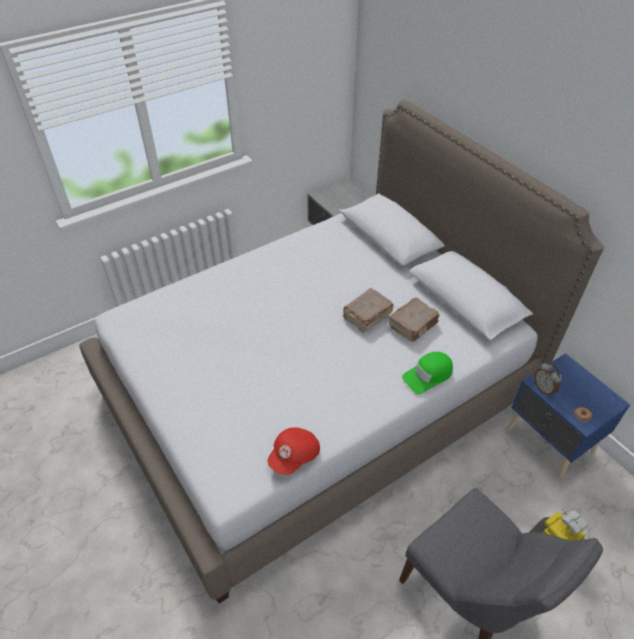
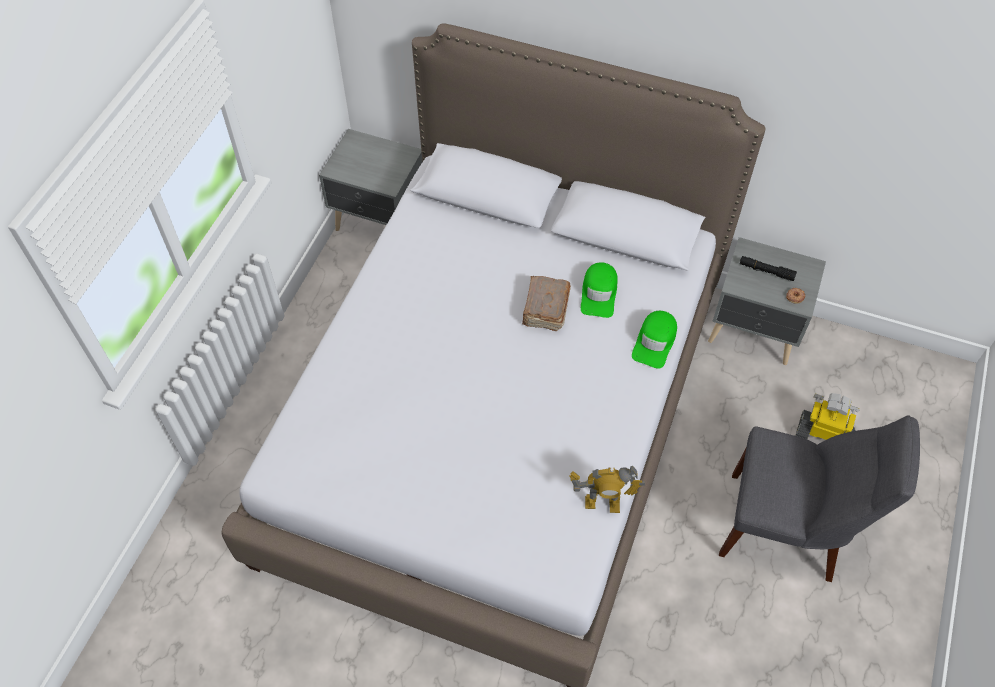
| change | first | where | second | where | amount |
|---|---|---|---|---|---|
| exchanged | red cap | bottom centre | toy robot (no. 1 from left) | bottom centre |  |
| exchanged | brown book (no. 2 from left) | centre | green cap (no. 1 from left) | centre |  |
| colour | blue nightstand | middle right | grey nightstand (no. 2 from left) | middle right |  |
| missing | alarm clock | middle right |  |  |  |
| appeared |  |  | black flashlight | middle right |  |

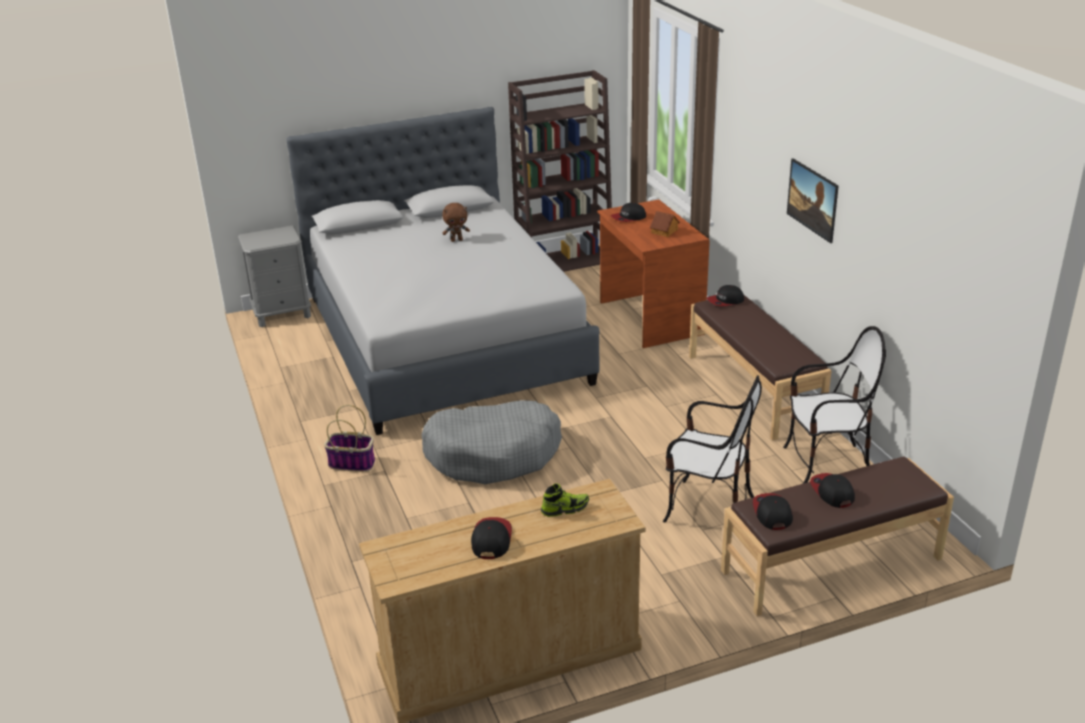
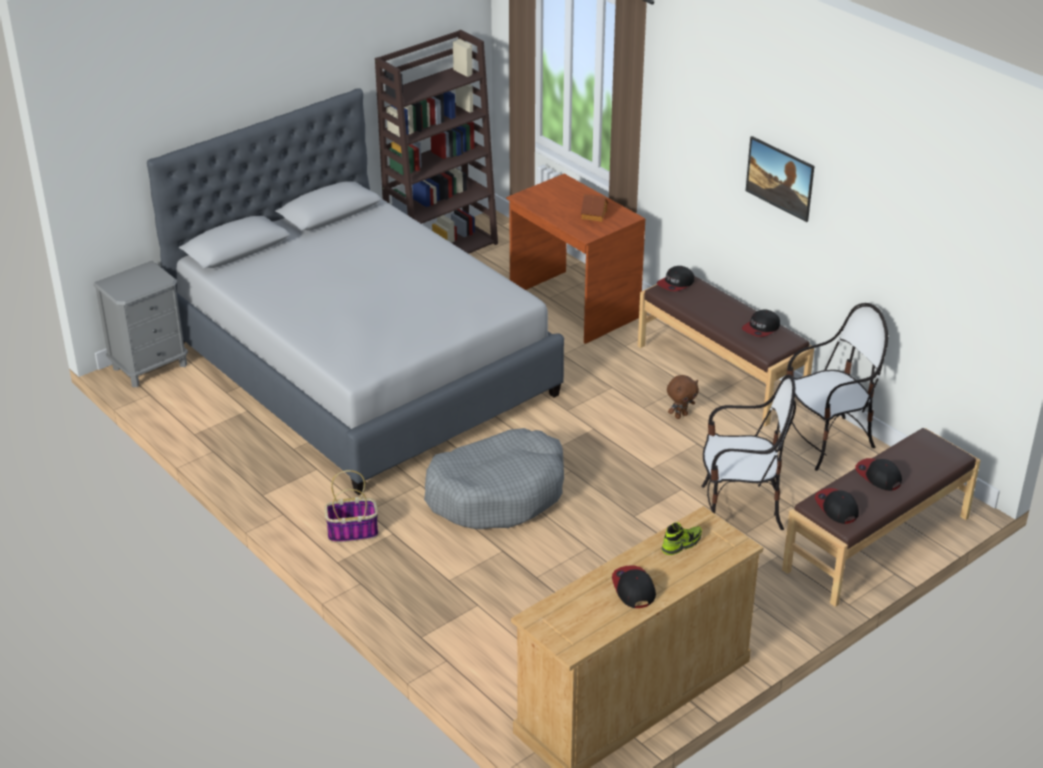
| change | first | where | second | where | amount |
|---|---|---|---|---|---|
| relocated | brown plush toy | top centre |  | centre |  |
| relocated | cap (no. 2 from left in the first image) | top centre | cap (no. 3 from left) | middle right |  |

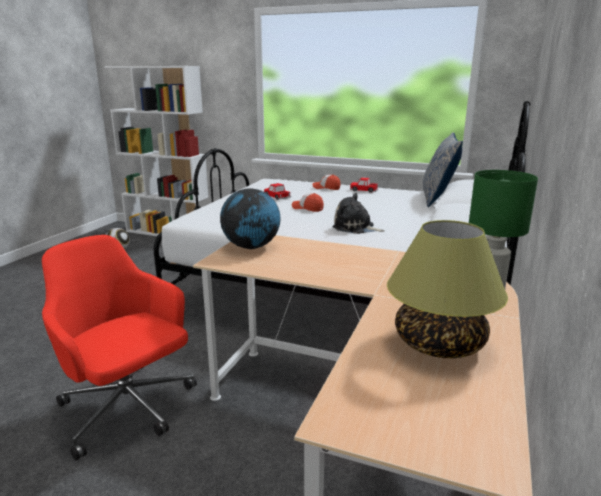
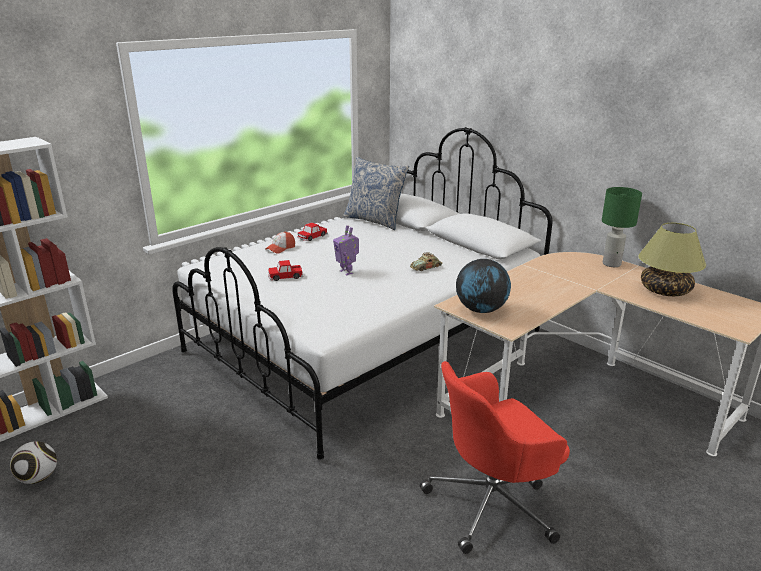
| change | first | where | second | where | amount |
|---|---|---|---|---|---|
| exchanged | cap (no. 1 from left) | centre | toy robot | centre |  |
| exchanged | plush toy | centre | toy car (no. 3 from left) | centre |  |

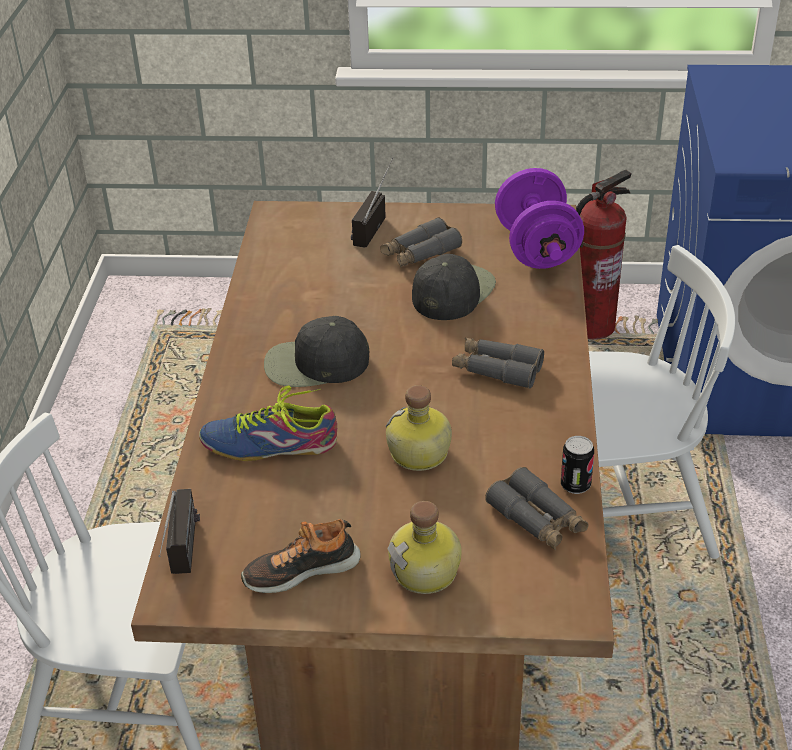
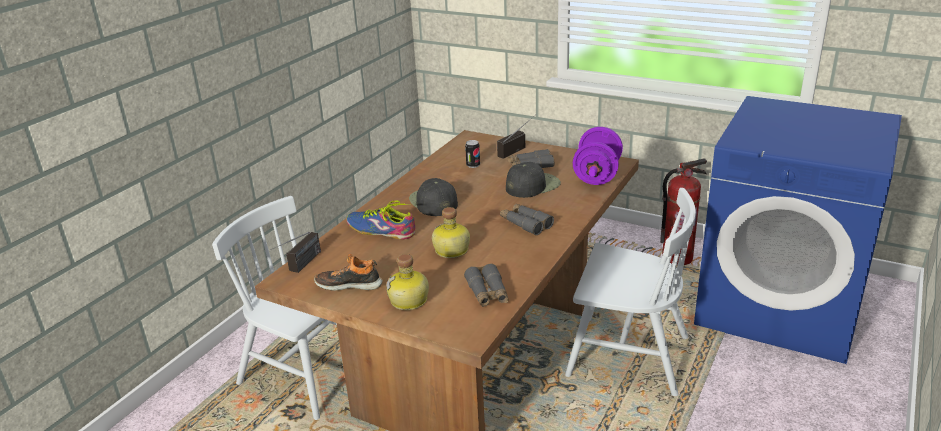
| change | first | where | second | where | amount |
|---|---|---|---|---|---|
| spun | black cap (no. 1 from left) | centre |  | centre | 45 degrees clockwise |
| relocated | can | middle right |  | centre |  |

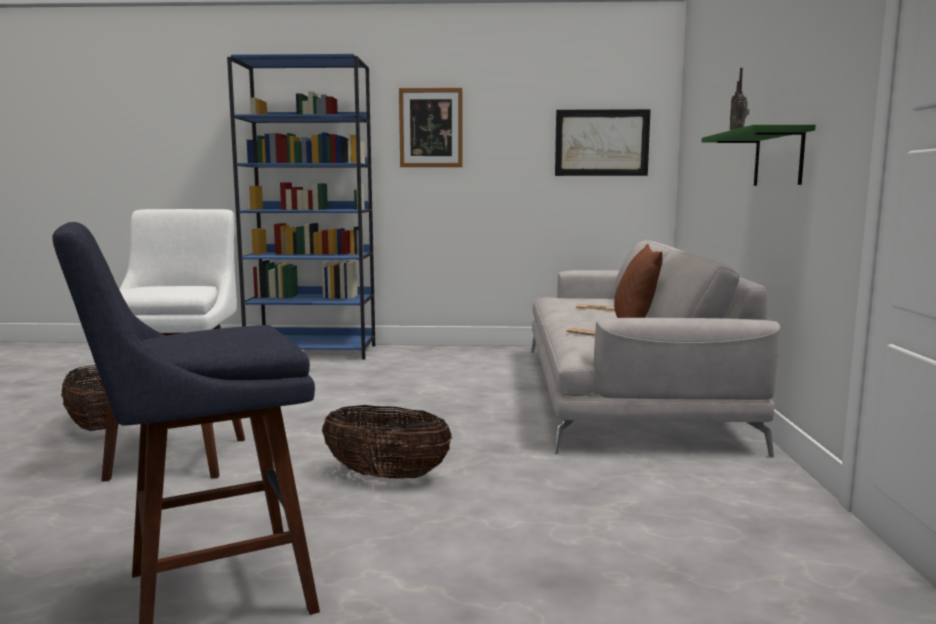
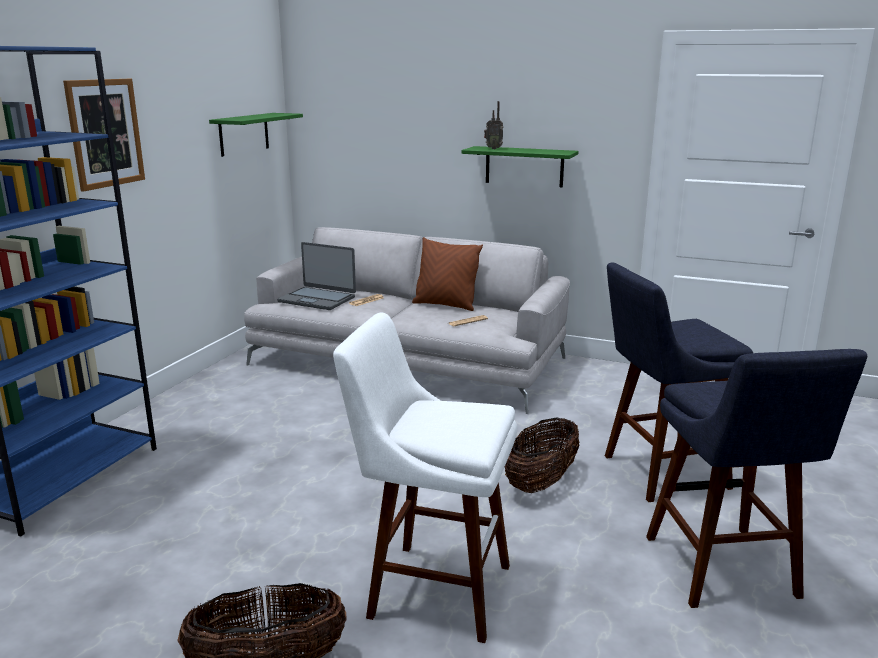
| change | first | where | second | where | amount |
|---|---|---|---|---|---|
| exchanged | picture (no. 2 from left) | top centre | green shelf (no. 1 from left) | top left |  |
| appeared |  |  | laptop | centre |  |
| appeared |  |  | blue stool (no. 1 from left) | middle right |  |

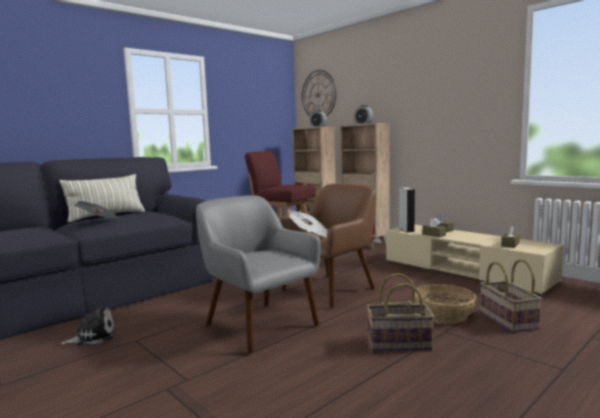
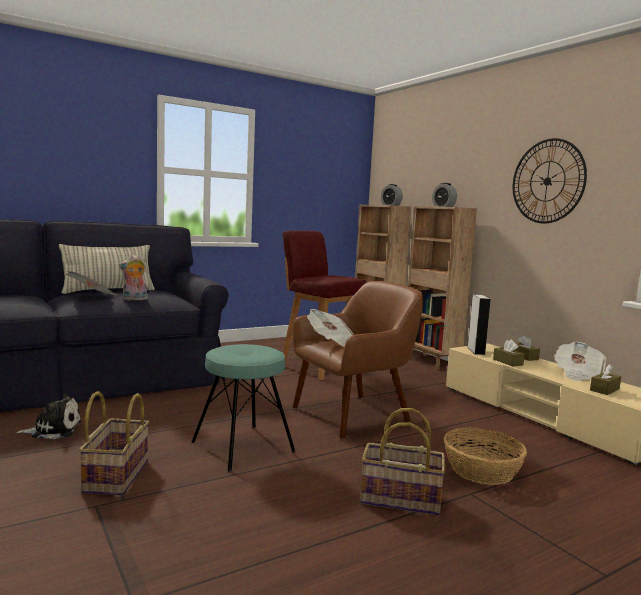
| change | first | where | second | where | amount |
|---|---|---|---|---|---|
| exchanged | grey armchair | centre | turquoise stool | bottom centre |  |
| relocated | wall clock | top centre |  | top right |  |
| relocated | basket (no. 3 from left in the first image) | bottom right | basket (no. 1 from left) | bottom left |  |
| appeared |  |  | plush toy (no. 2 from left) | middle left |  |
| appeared |  |  | newspaper (no. 3 from left) | middle right |  |

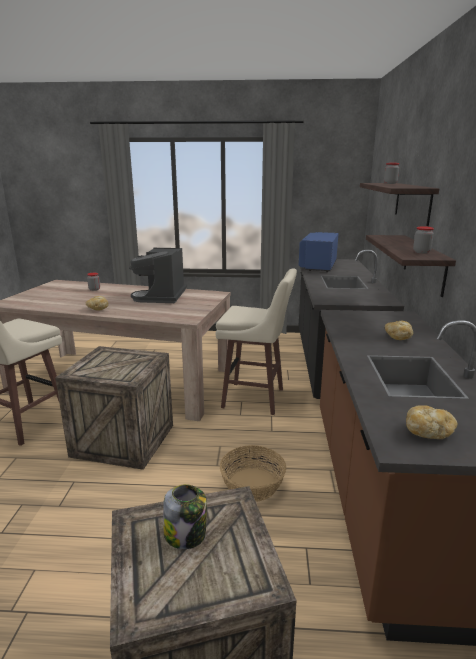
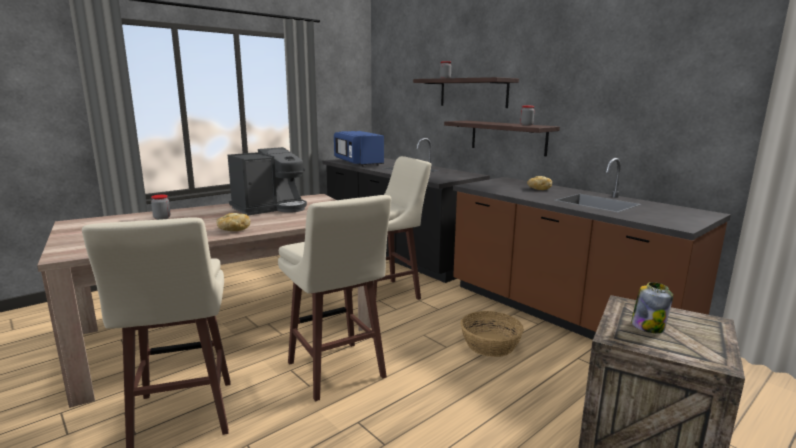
| change | first | where | second | where | amount |
|---|---|---|---|---|---|
| exchanged | crate (no. 1 from left) | middle left | beige stool (no. 2 from left) | centre |  |
| spun | coffee machine | middle left |  | centre | 90 degrees counterclockwise |
| missing | bread (no. 3 from left) | middle right |  |  |  |

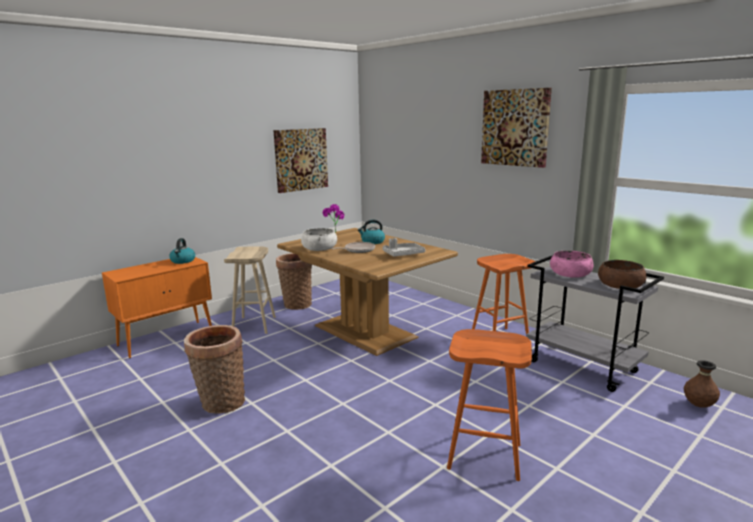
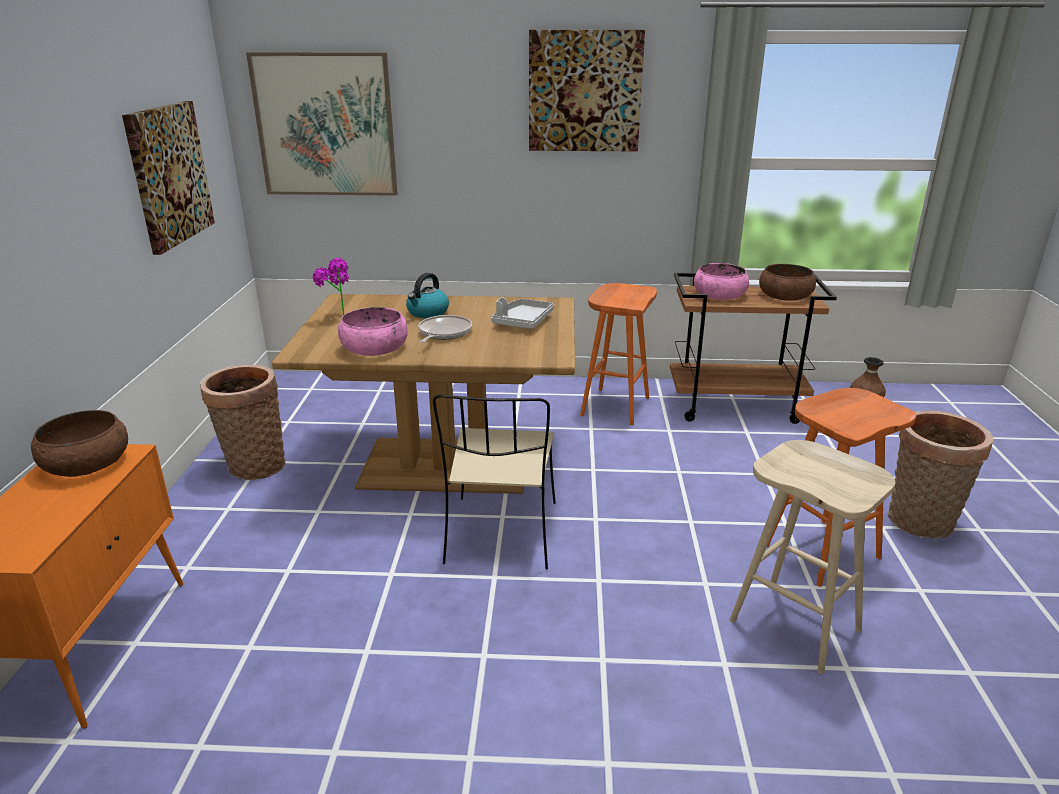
| change | first | where | second | where | amount |
|---|---|---|---|---|---|
| exchanged | kettle (no. 1 from left) | middle left | brown bowl (no. 1 from left) | middle left |  |
| relocated | basket (no. 1 from left in the first image) | bottom left | basket (no. 2 from left) | middle right |  |
| relocated | beige stool | middle left |  | bottom right |  |
| colour | white bowl | centre | pink bowl (no. 1 from left) | centre |  |
| colour | grey cart | middle right | brown cart | middle right |  |
| appeared |  |  | picture (no. 2 from left) | top left |  |
| appeared |  |  | beige chair | centre |  |

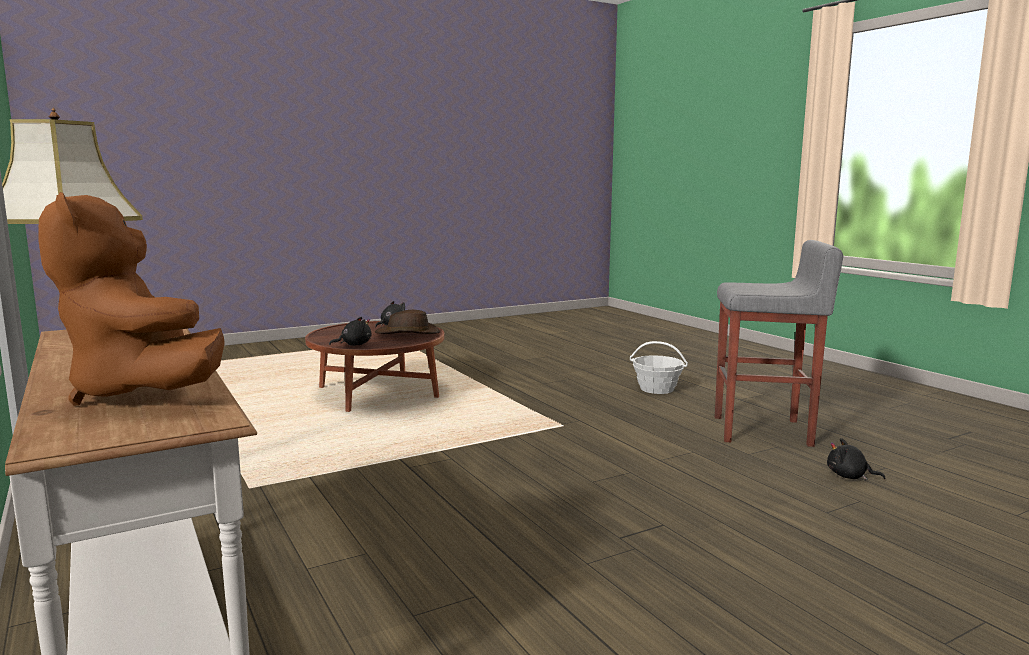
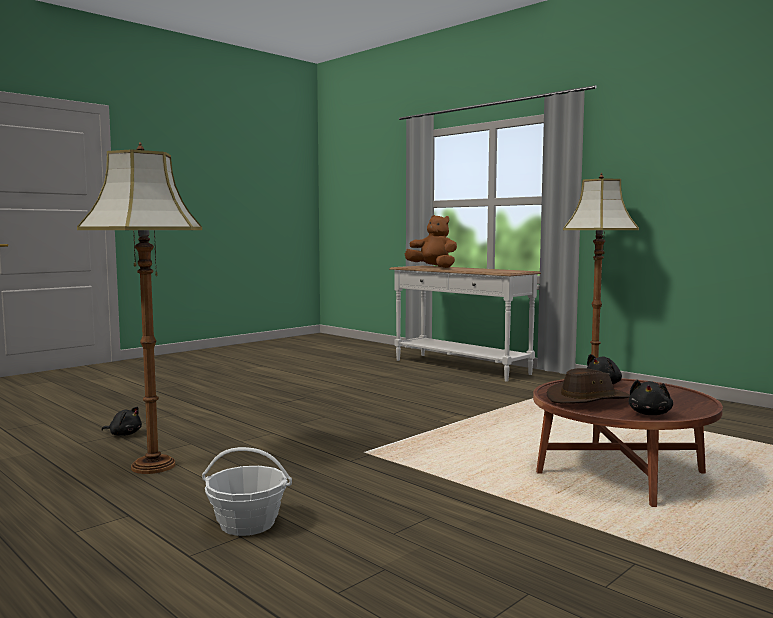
| change | first | where | second | where | amount |
|---|---|---|---|---|---|
| exchanged | grey stool | middle right | floor lamp (no. 1 from left) | middle left |  |

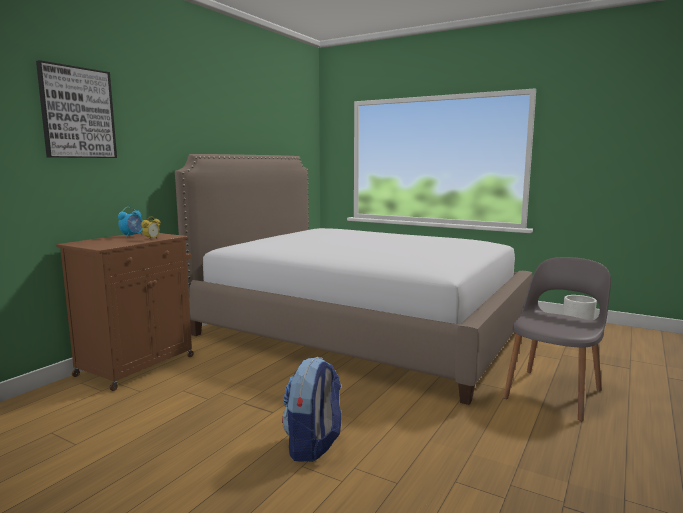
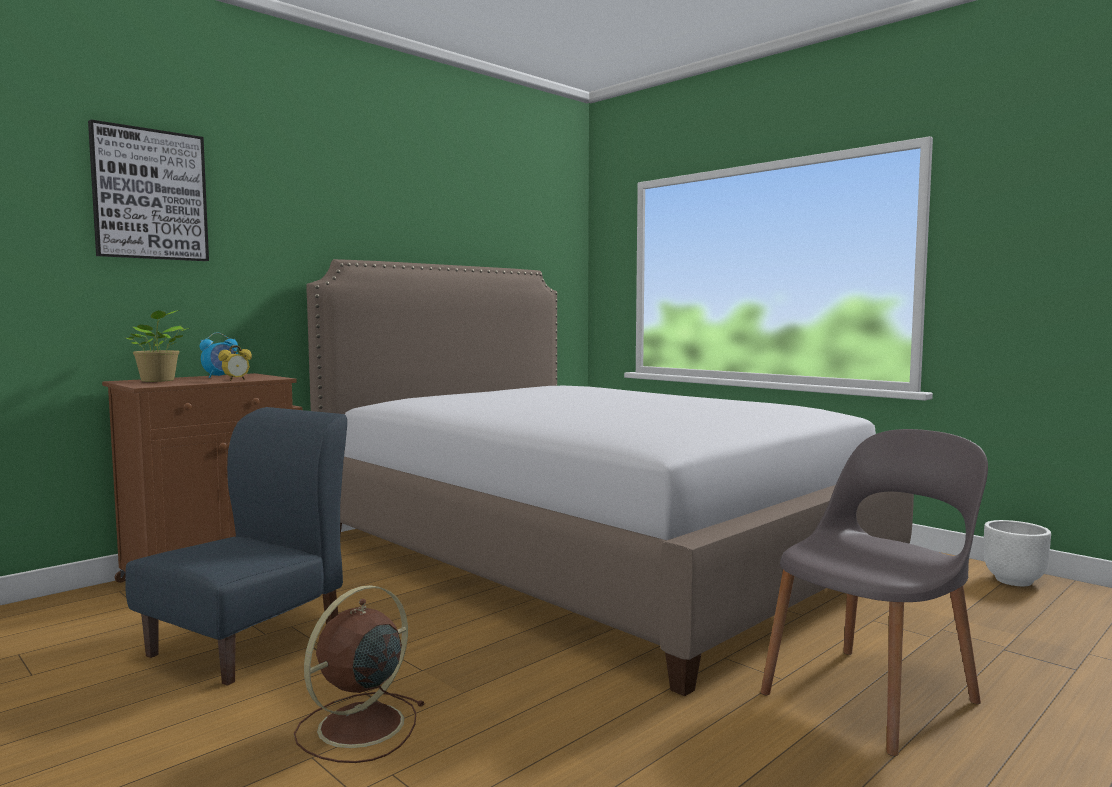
| change | first | where | second | where | amount |
|---|---|---|---|---|---|
| exchanged | backpack | bottom centre | brown fan | bottom left |  |
| appeared |  |  | blue chair | bottom left |  |
| appeared |  |  | potted plant | middle left |  |

